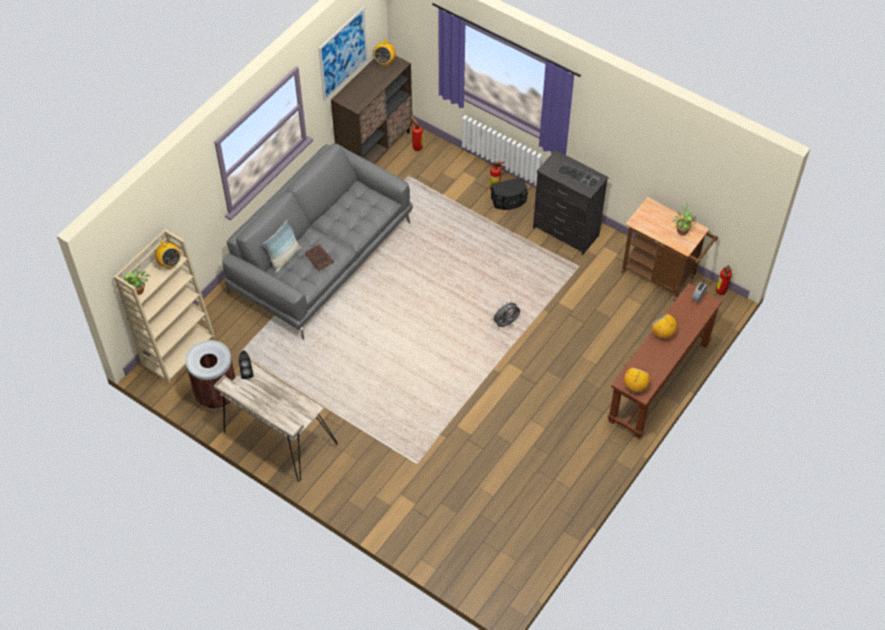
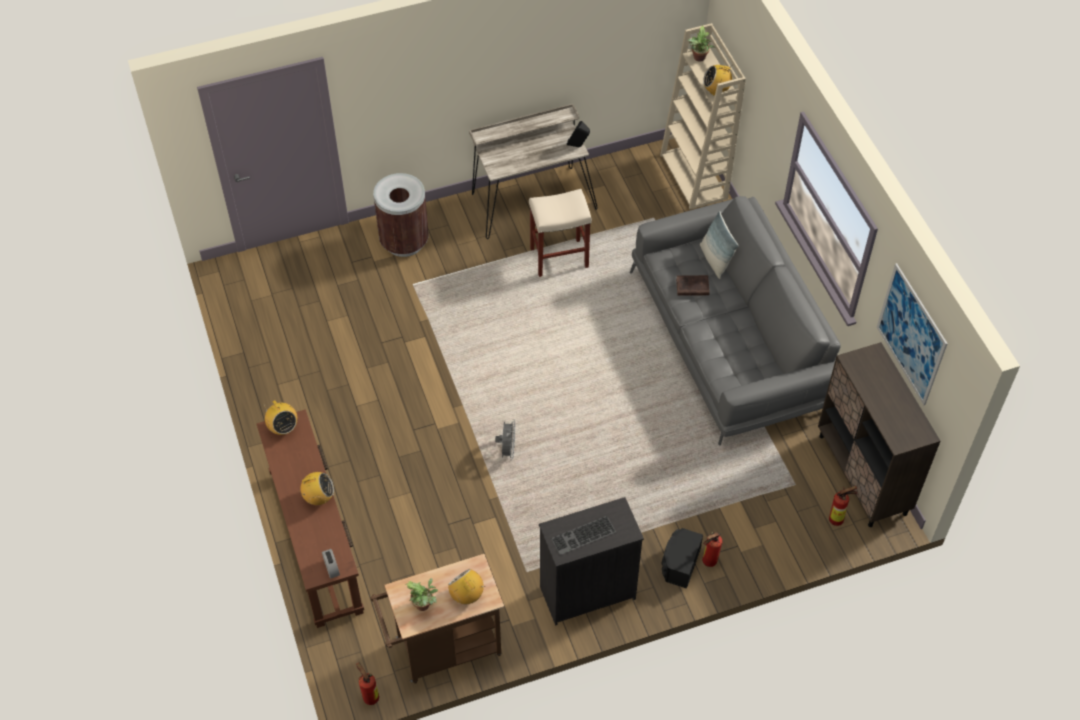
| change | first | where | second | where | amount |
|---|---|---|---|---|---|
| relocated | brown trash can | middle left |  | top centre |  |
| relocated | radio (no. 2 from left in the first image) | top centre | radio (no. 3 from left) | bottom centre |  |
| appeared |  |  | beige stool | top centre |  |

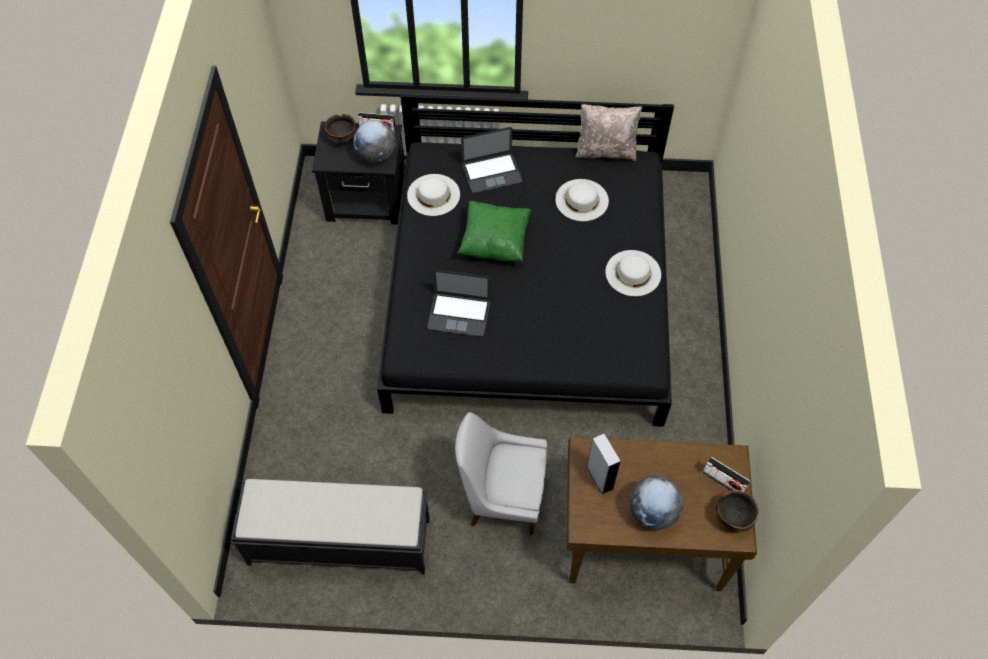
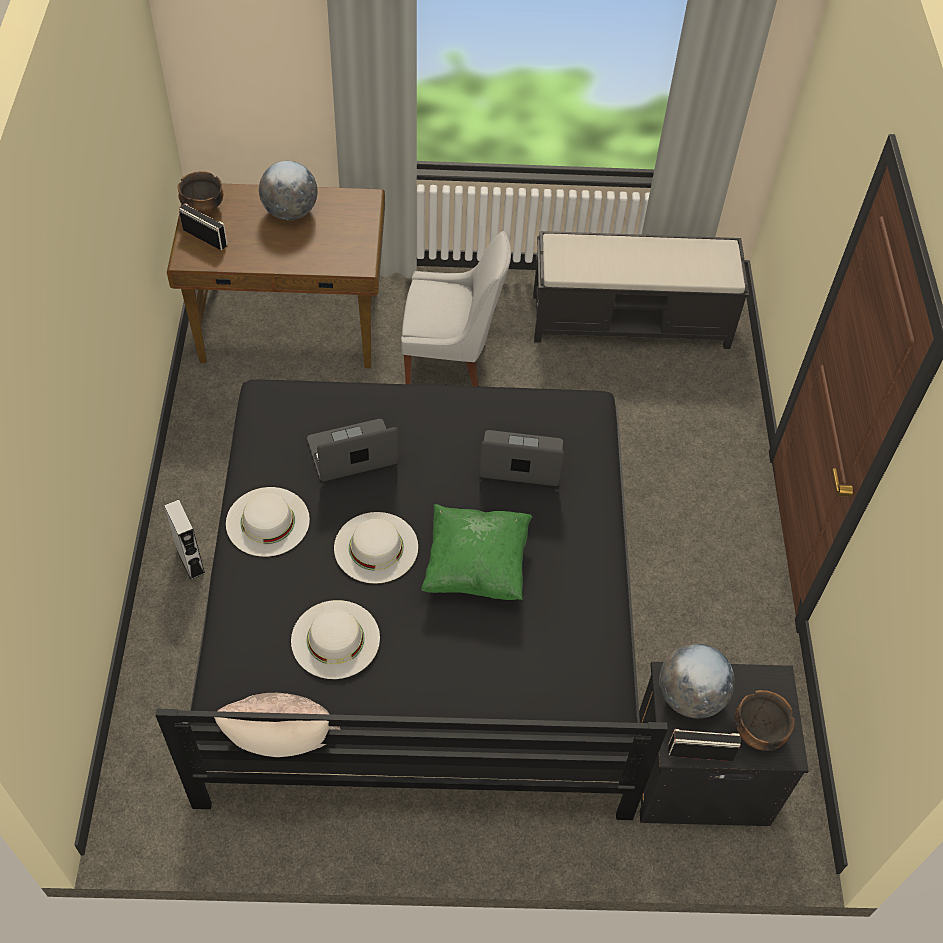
| change | first | where | second | where | amount |
|---|---|---|---|---|---|
| relocated | white hat (no. 1 from left in the first image) | top centre | white hat (no. 3 from left) | centre |  |
| relocated | laptop (no. 2 from left in the first image) | top centre | laptop (no. 1 from left) | centre |  |
| relocated | grey speaker | bottom centre |  | middle left |  |

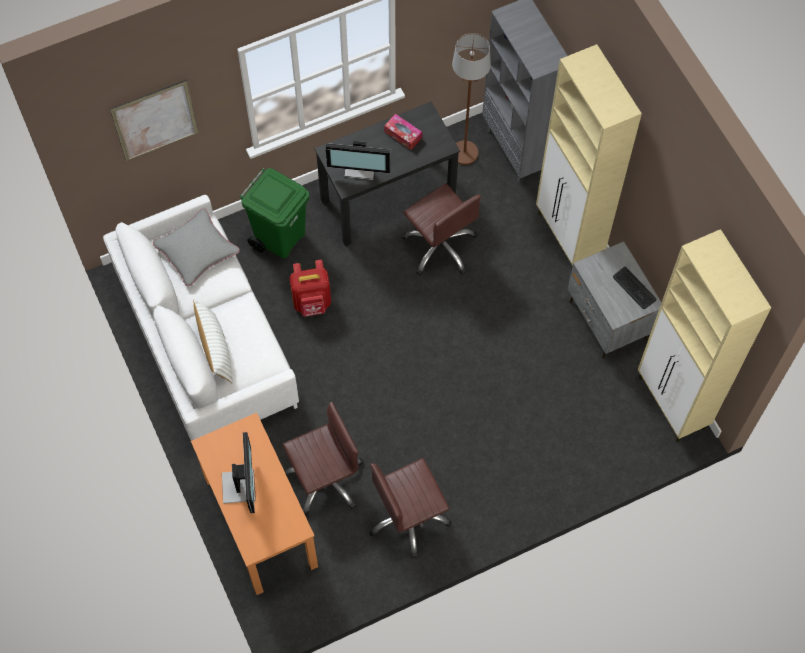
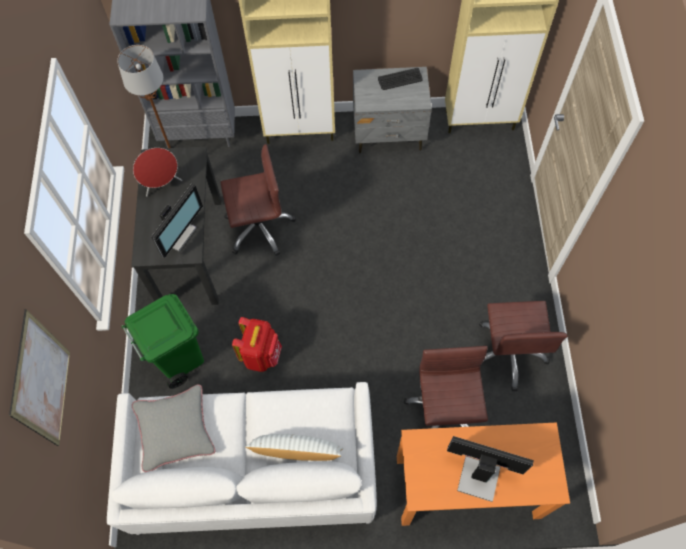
| change | first | where | second | where | amount |
|---|---|---|---|---|---|
| exchanged | tissue box | top centre | red speaker | top left |  |

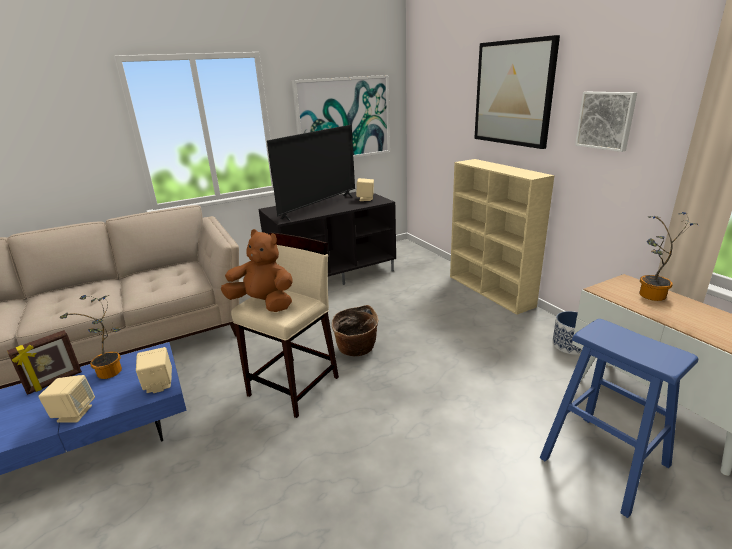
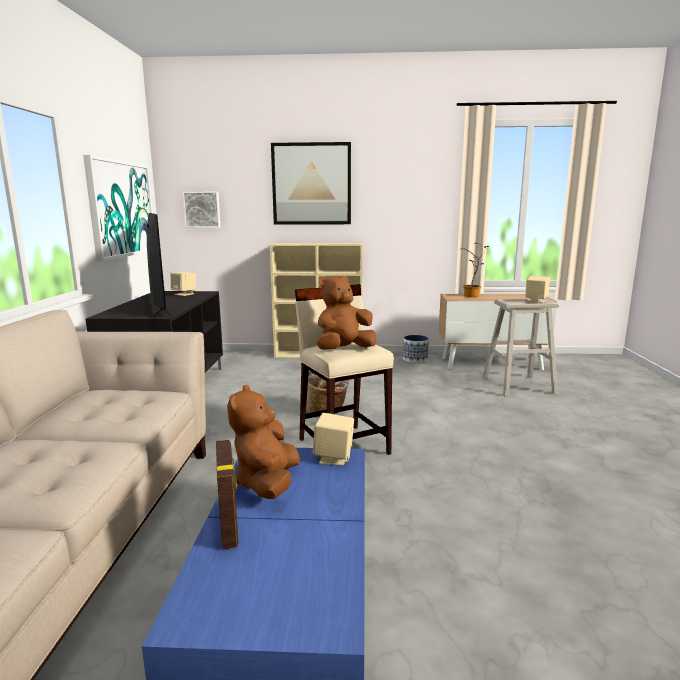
| change | first | where | second | where | amount |
|---|---|---|---|---|---|
| relocated | beige speaker (no. 1 from left in the first image) | bottom left | beige speaker (no. 3 from left) | middle right |  |
| exchanged | potted plant (no. 1 from left) | middle left | brown plush toy (no. 1 from left) | centre |  |
| colour | blue stool | bottom right | beige stool (no. 2 from left) | middle right |  |
| relocated | picture (no. 3 from left in the first image) | top right | picture (no. 2 from left) | top left |  |

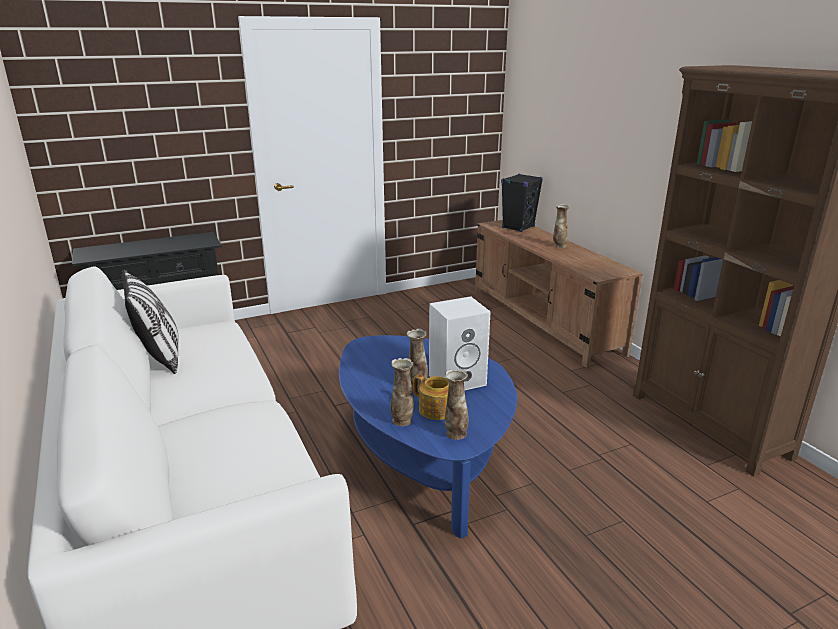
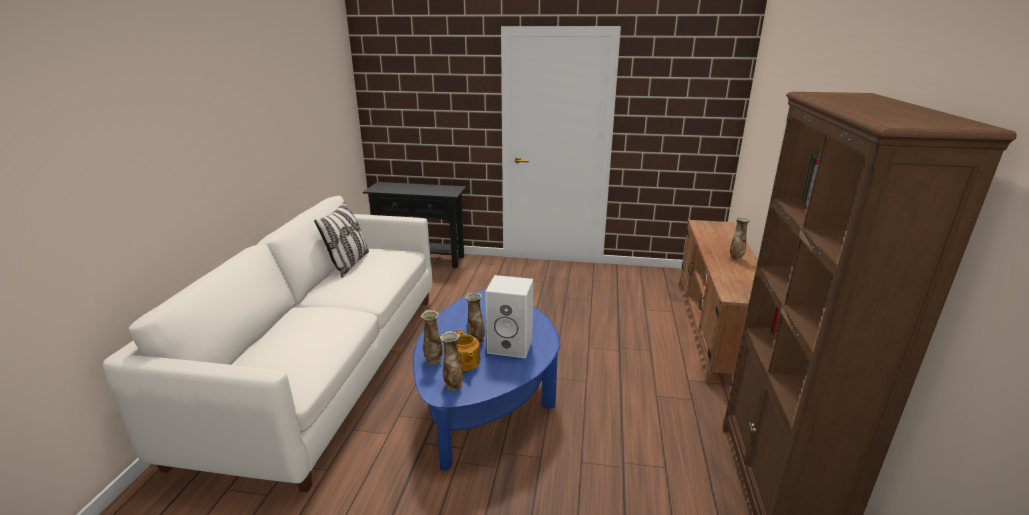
| change | first | where | second | where | amount |
|---|---|---|---|---|---|
| missing | black speaker | top centre |  |  |  |

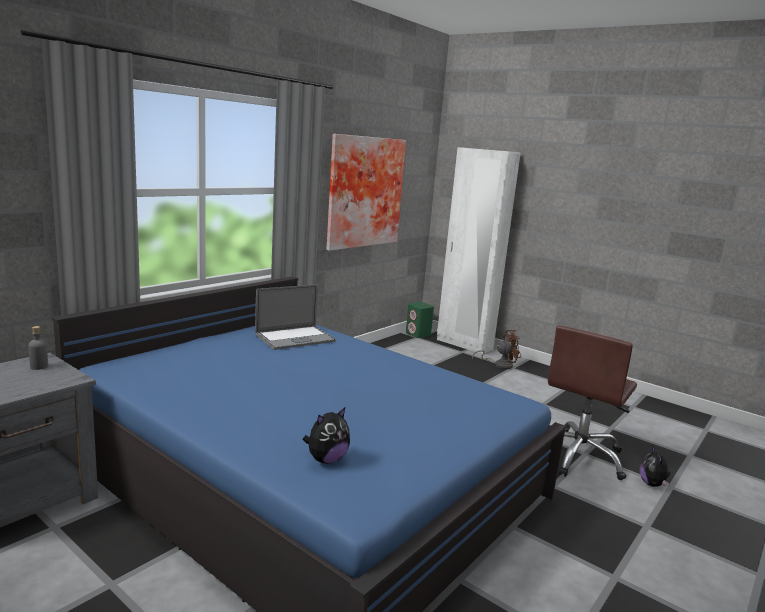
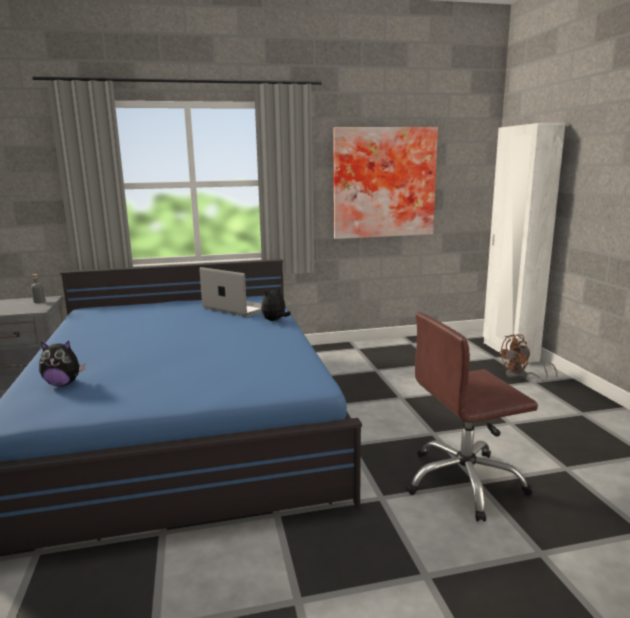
| change | first | where | second | where | amount |
|---|---|---|---|---|---|
| spun | laptop | centre |  | centre | 150 degrees counterclockwise |
| missing | green speaker | centre |  |  |  |
| spun | brown fan | centre |  | middle right | 135 degrees clockwise |
| relocated | plush toy (no. 2 from left) | bottom right |  | centre |  |

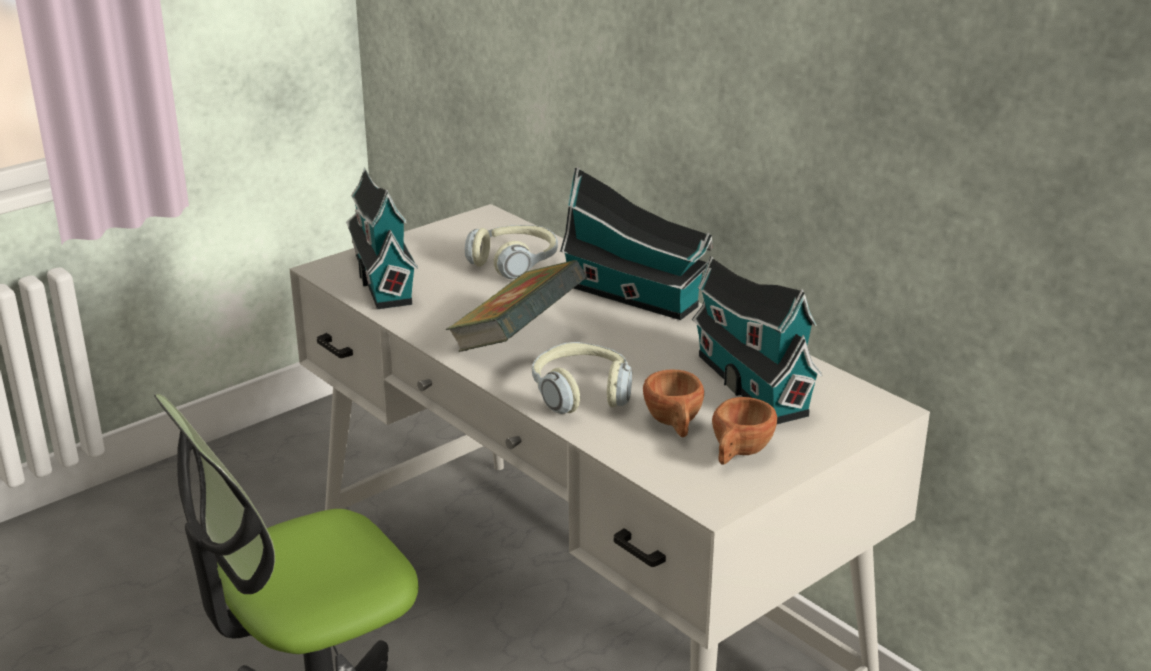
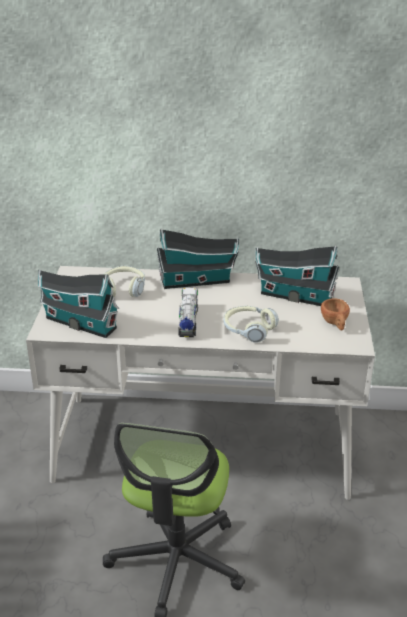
| change | first | where | second | where | amount |
|---|---|---|---|---|---|
| exchanged | book | centre | toy truck | centre |  |
| missing | brown cup (no. 1 from left) | centre |  |  |  |

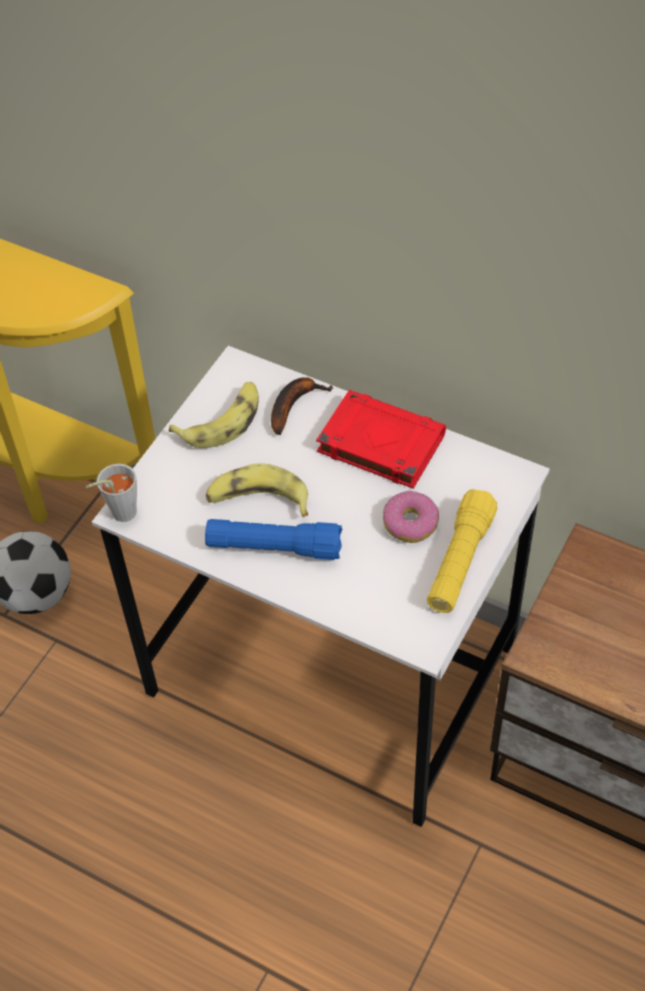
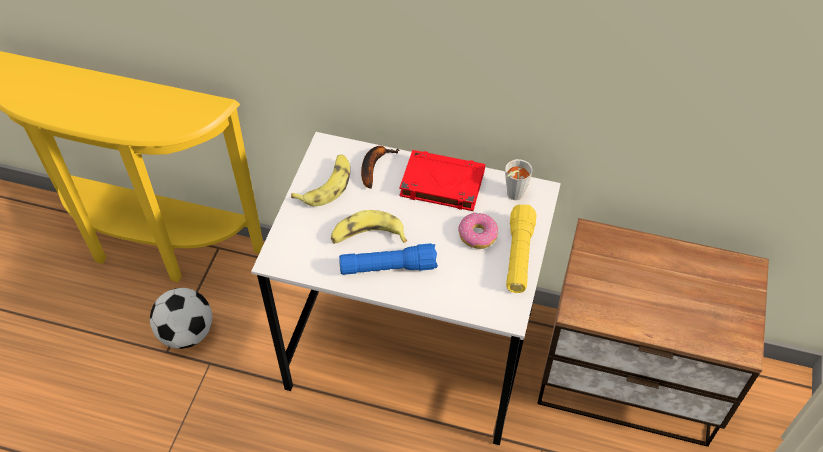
| change | first | where | second | where | amount |
|---|---|---|---|---|---|
| relocated | grey cup | middle left |  | centre |  |

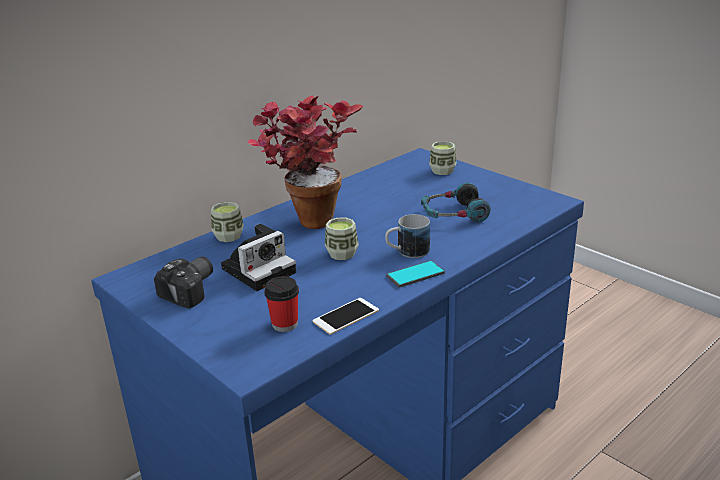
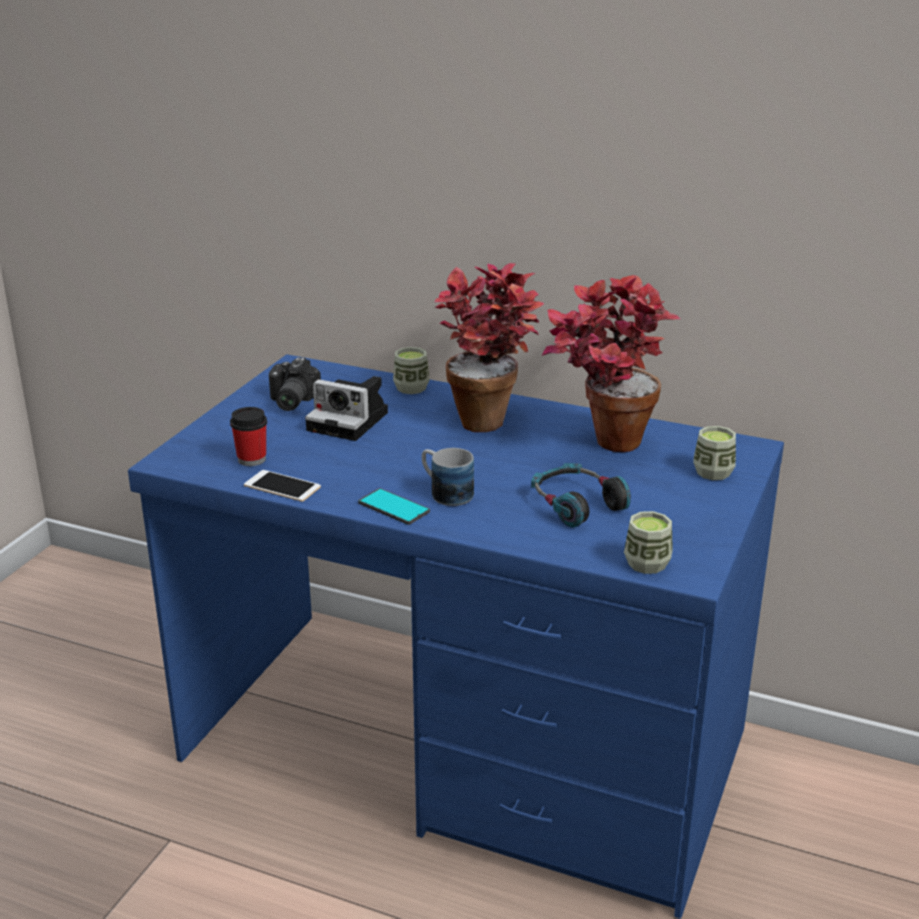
| change | first | where | second | where | amount |
|---|---|---|---|---|---|
| spun | photo camera (no. 1 from left) | middle left |  | middle left | 90 degrees clockwise |
| relocated | cup (no. 3 from left) | centre |  | middle right |  |
| appeared |  |  | potted plant (no. 2 from left) | centre |  |

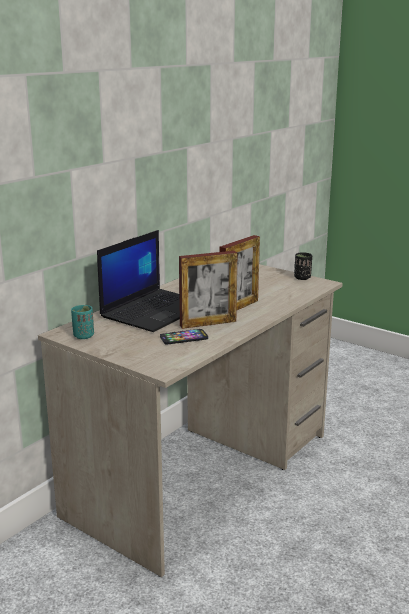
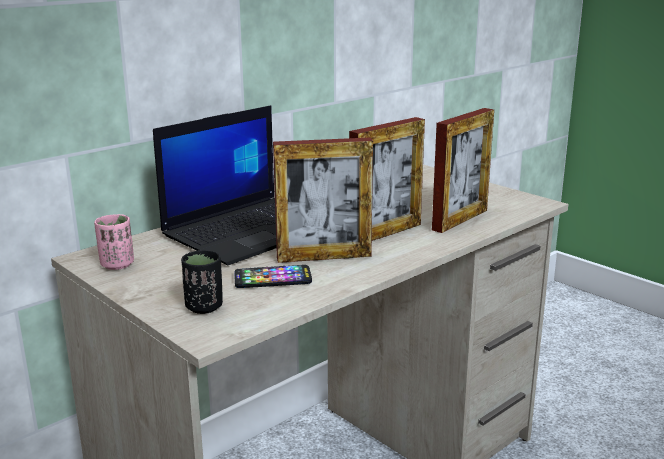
| change | first | where | second | where | amount |
|---|---|---|---|---|---|
| colour | turquoise cup | middle left | pink cup | middle left |  |
| relocated | black cup | middle right |  | middle left |  |
| appeared |  |  | picture frame (no. 3 from left) | middle right |  |

